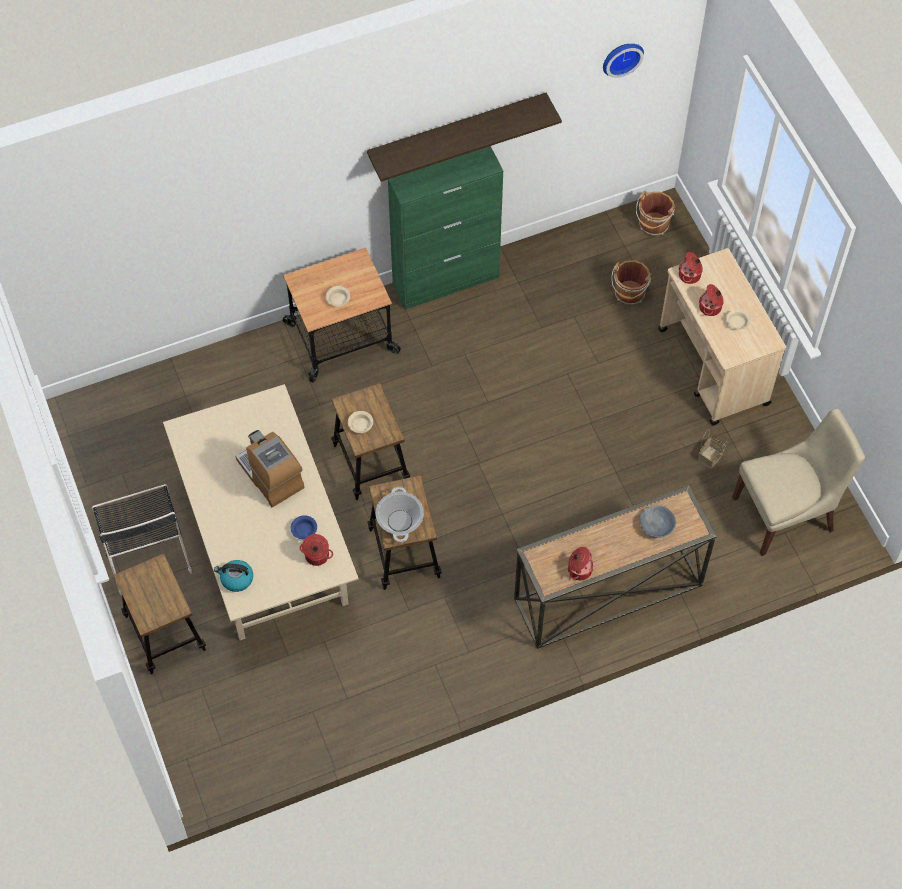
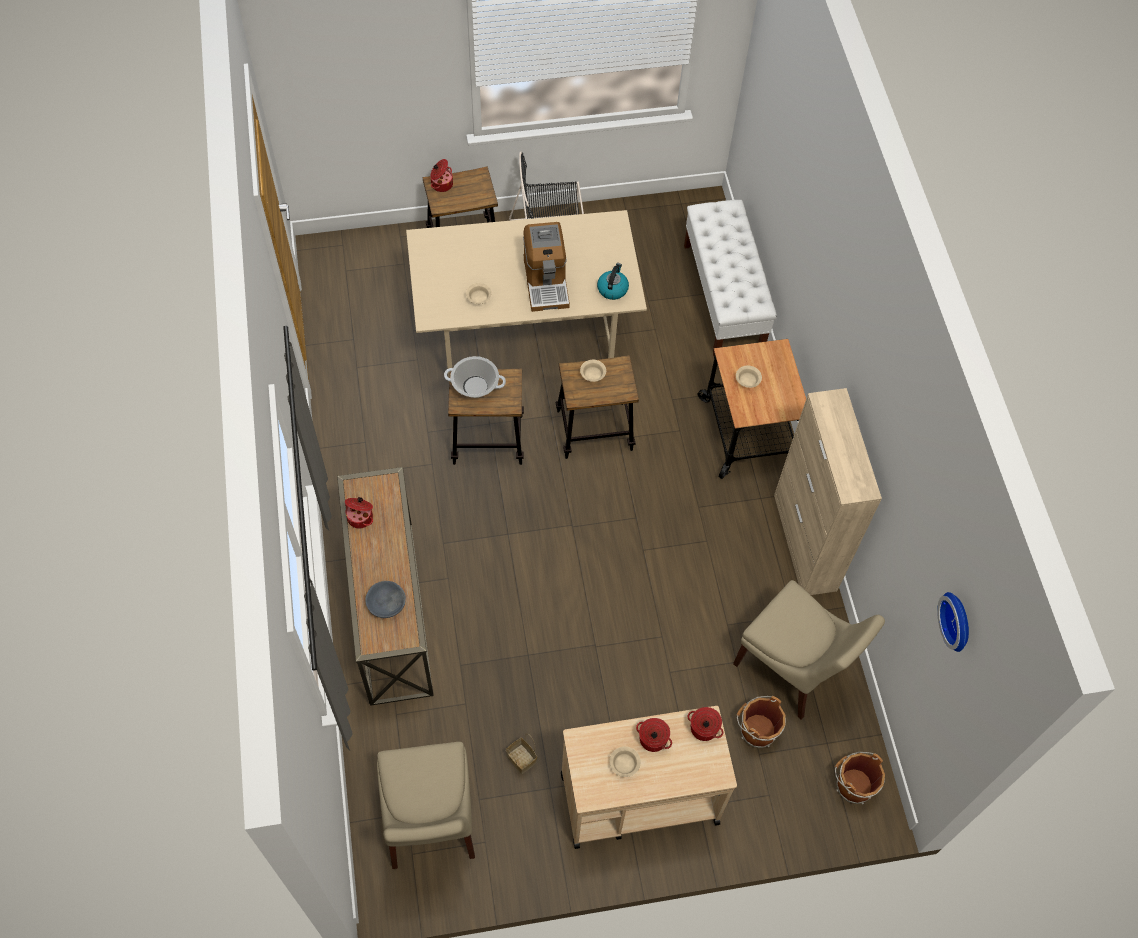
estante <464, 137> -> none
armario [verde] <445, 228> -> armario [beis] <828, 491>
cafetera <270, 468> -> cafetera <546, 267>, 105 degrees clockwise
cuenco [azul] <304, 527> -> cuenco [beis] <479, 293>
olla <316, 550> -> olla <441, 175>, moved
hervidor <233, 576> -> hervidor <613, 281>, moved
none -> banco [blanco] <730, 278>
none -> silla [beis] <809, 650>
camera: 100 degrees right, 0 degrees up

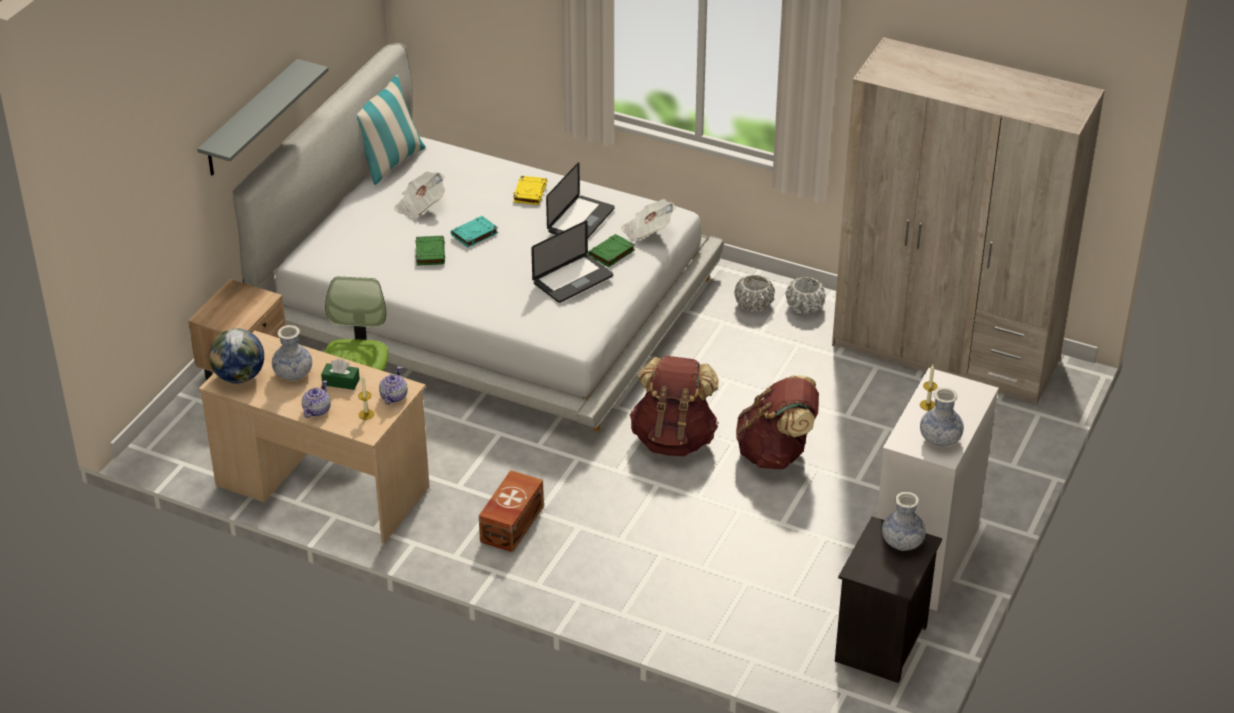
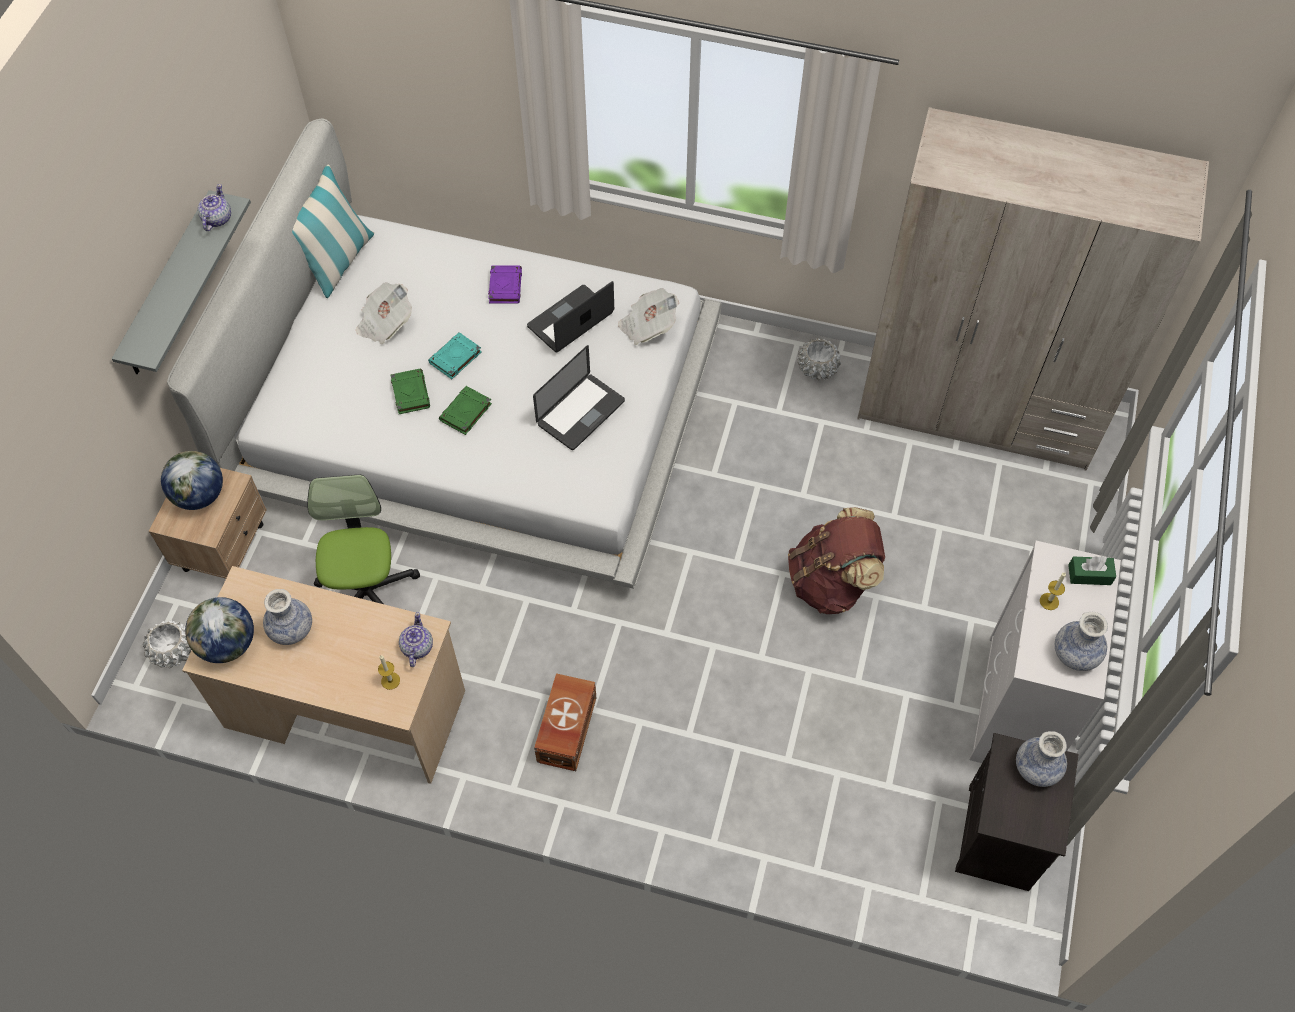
portátil <580, 200> -> portátil <570, 316>, 150 degrees counterclockwise
libro [amarillo] <530, 190> -> libro [morado] <505, 284>
libro [verde] <611, 250> -> libro [verde] <465, 410>, moved
maceta [blanco] <755, 293> -> maceta [blanco] <167, 644>, moved
mochila [marrón] <674, 406> -> none
caja de pañuelos [verde] <340, 374> -> caja de pañuelos [verde] <1092, 570>, moved
tetera <316, 399> -> tetera <214, 207>, moved
none -> globo terráqueo <192, 480>
camera: 10 degrees left, 20 degrees up

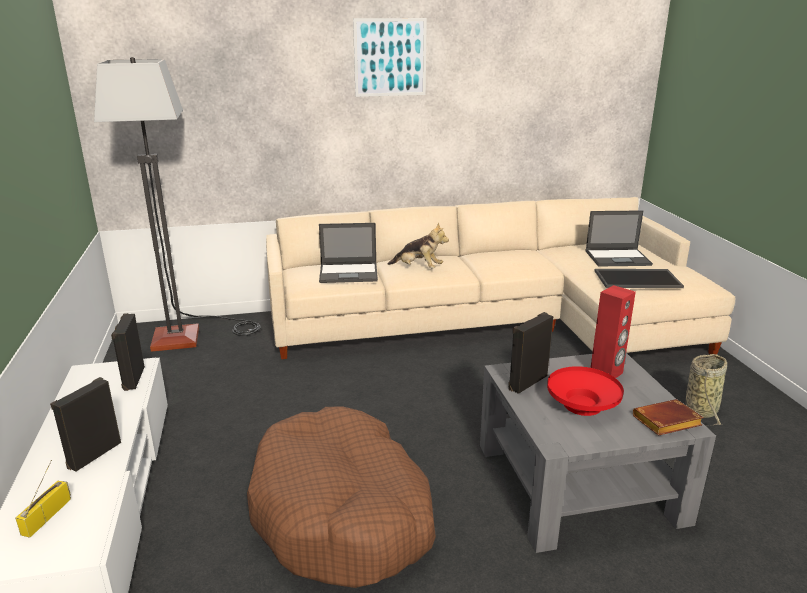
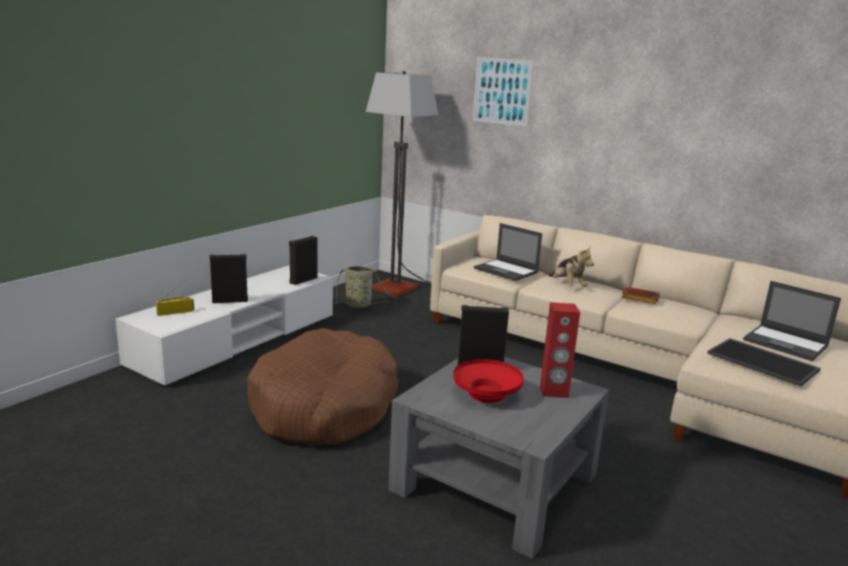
cuadro <390, 57> -> cuadro <503, 92>, moved
cesta <706, 390> -> cesta <365, 287>, moved
libro [marrón] <668, 417> -> libro [marrón] <640, 295>, moved
camera: 45 degrees right, 5 degrees down

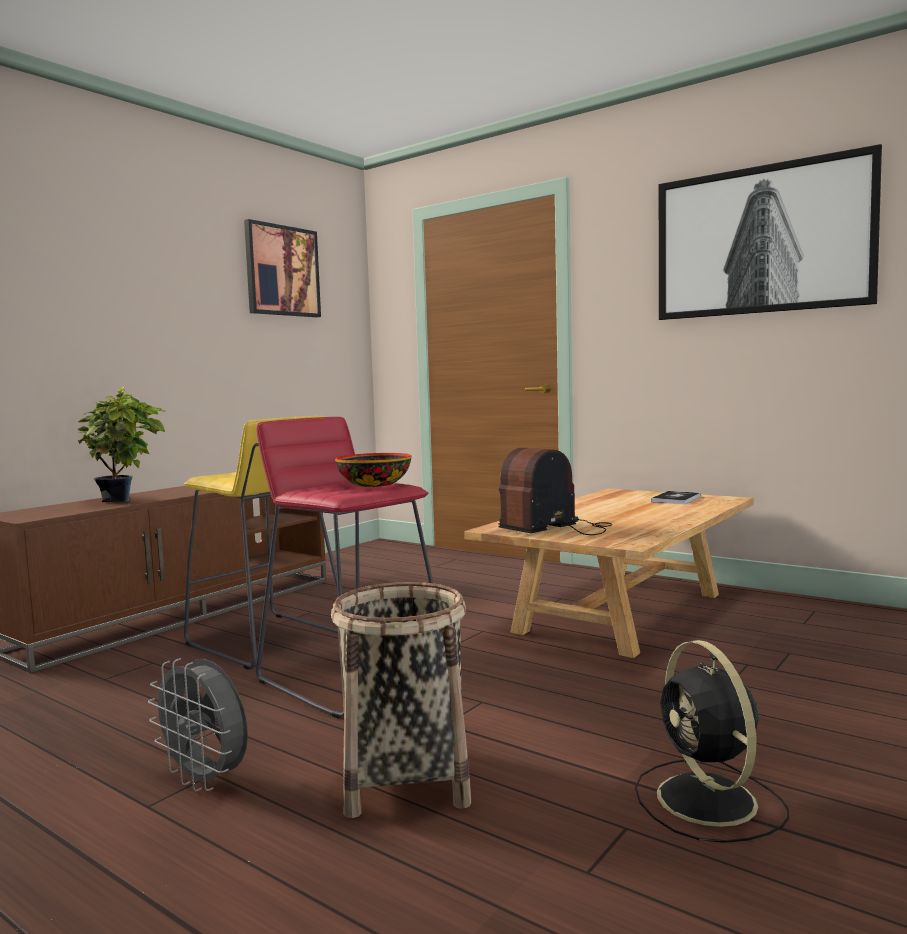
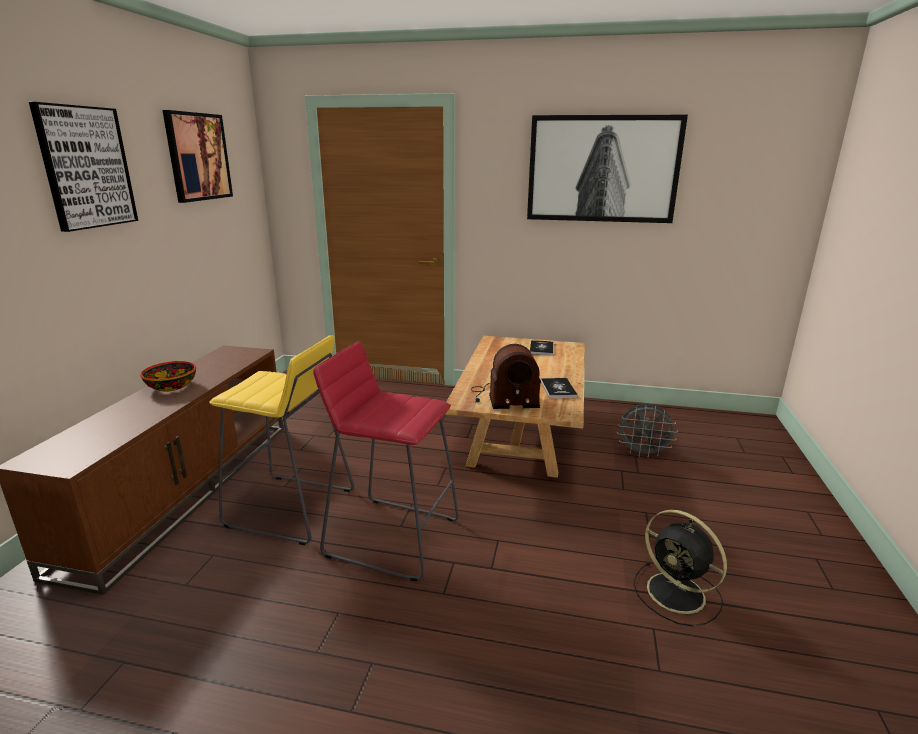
planta en maceta <121, 444> -> none
radio <555, 491> -> radio <506, 376>, 120 degrees counterclockwise
cuenco <373, 470> -> cuenco <168, 376>, moved
cesta <401, 700> -> none
ventilador [gris] <198, 724> -> ventilador [gris] <647, 431>, moved
none -> cuadro <83, 167>
none -> libro <559, 388>
camera: 25 degrees left, 15 degrees up

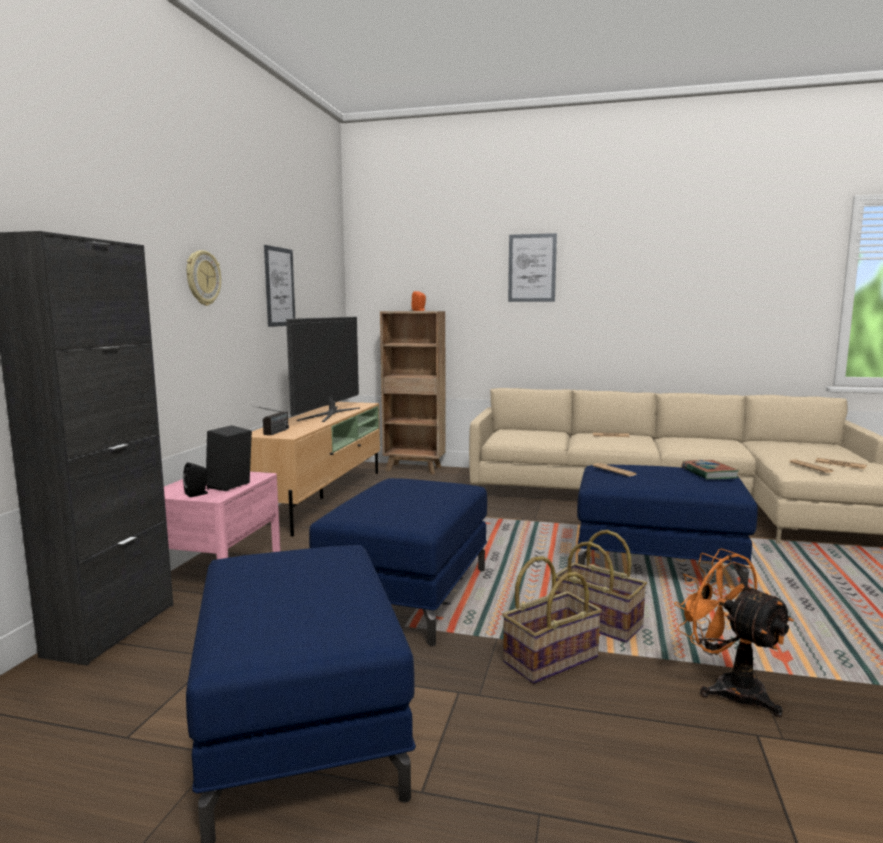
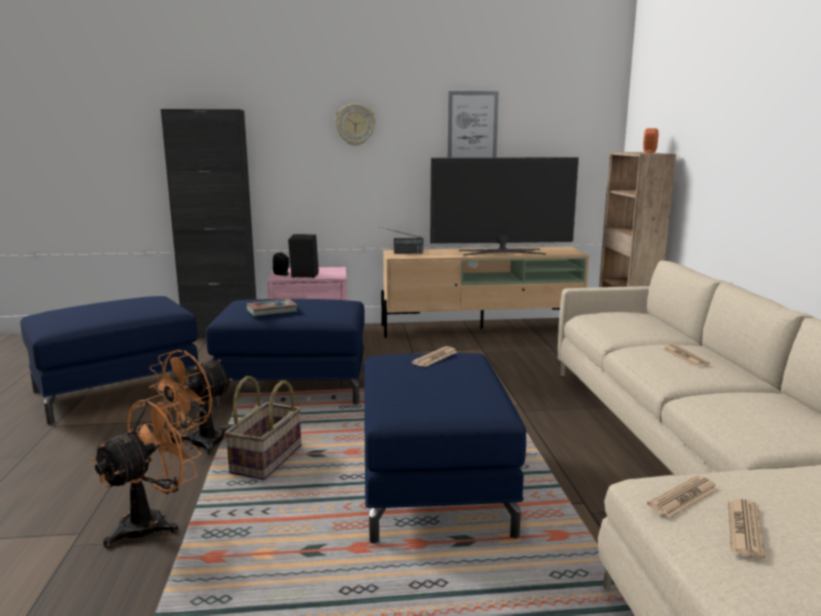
cuadro <532, 267> -> none
libro <710, 470> -> libro <272, 308>, moved
cesta <552, 620> -> ventilador [naranja] <190, 402>
camera: 70 degrees right, 5 degrees up

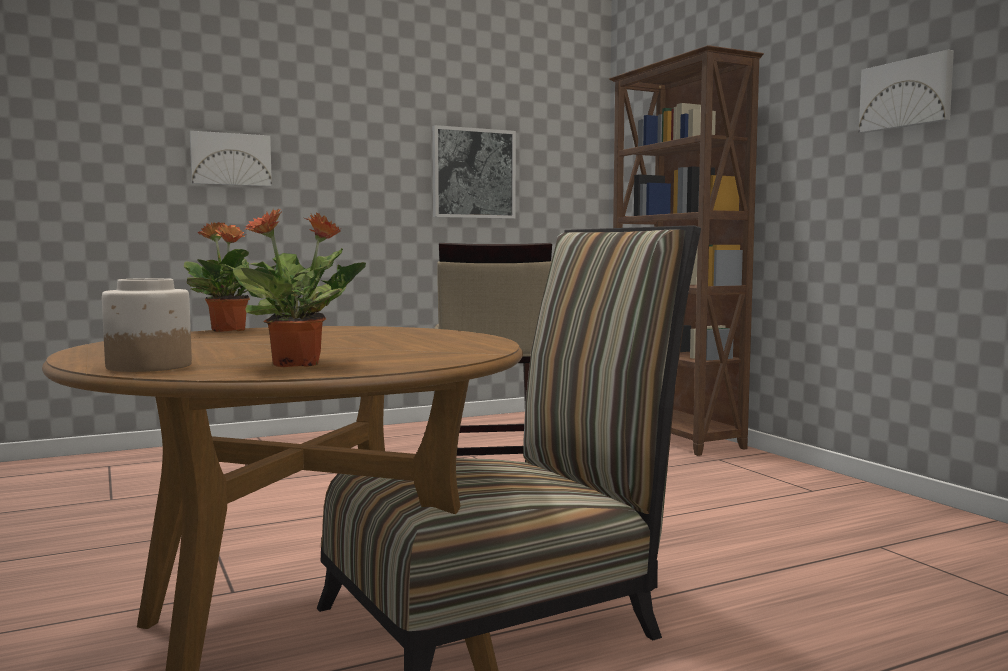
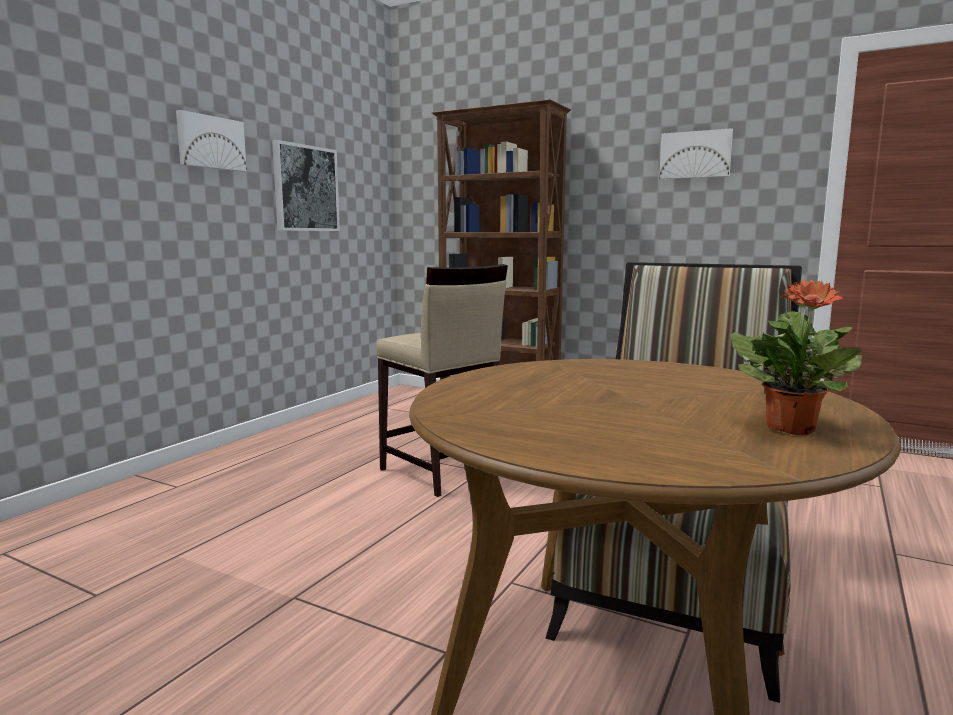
cuadro <231, 158> -> cuadro <211, 141>, moved
planta en maceta <230, 277> -> none
tarro <147, 325> -> none
camera: 35 degrees left, 5 degrees up

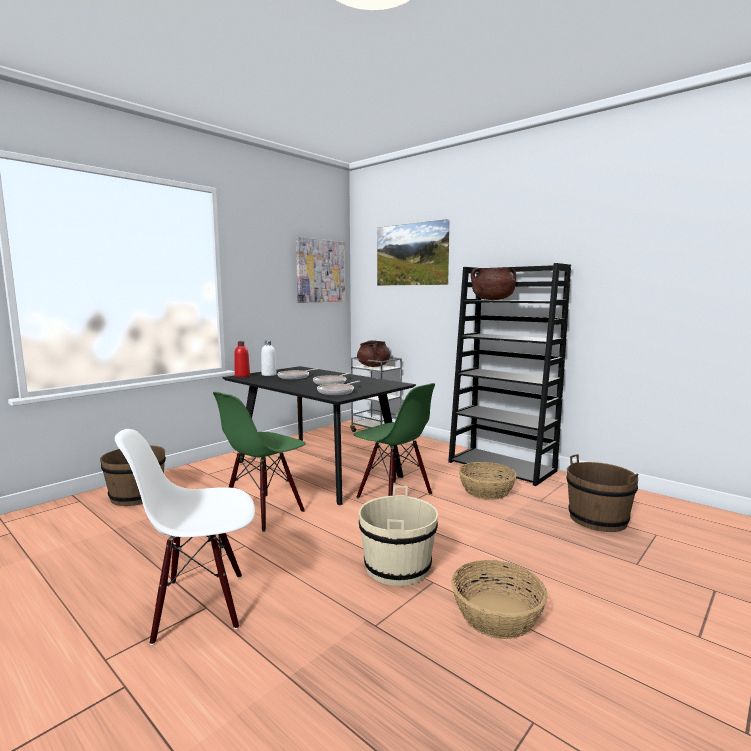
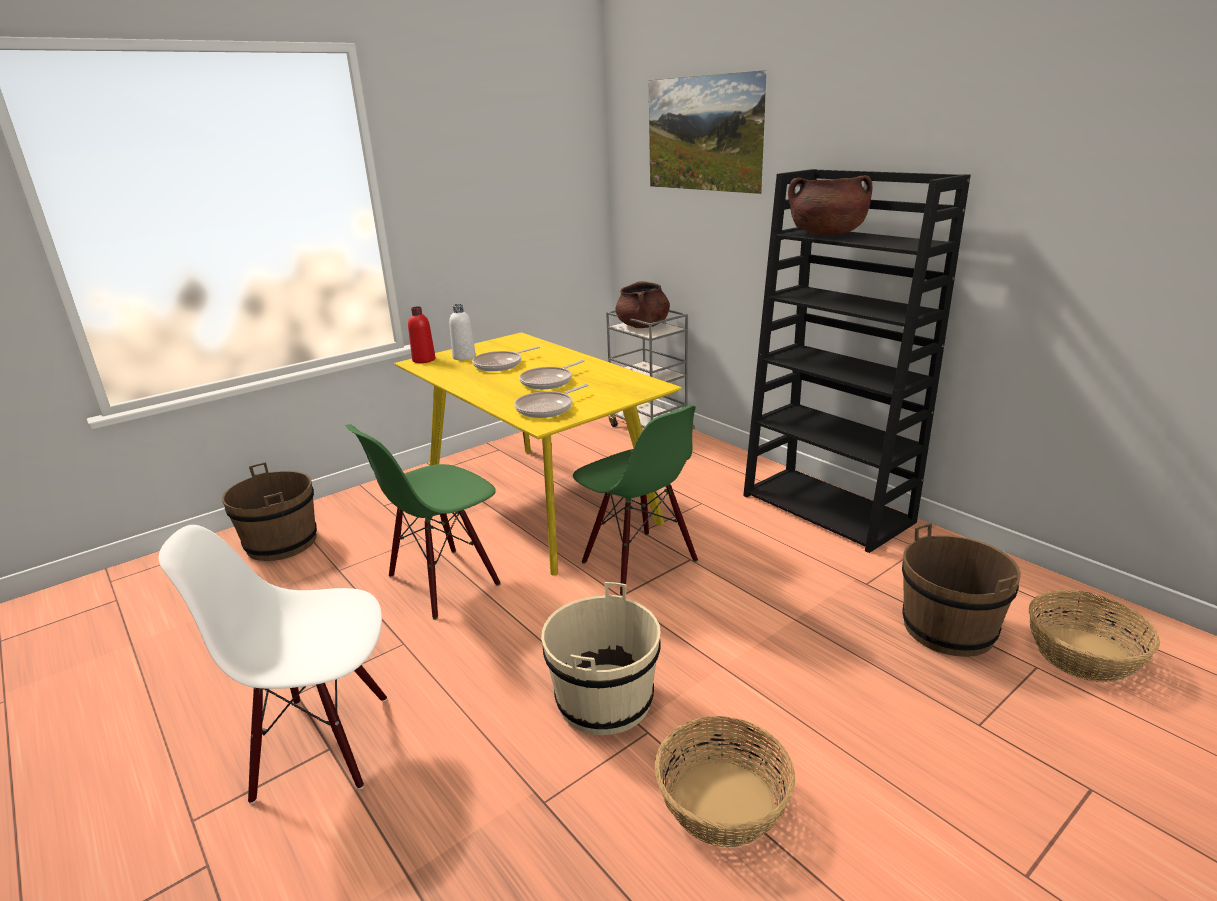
cuadro <320, 270> -> none
mesa de comedor [negro] <319, 435> -> mesa de comedor [amarillo] <538, 454>
cesta <488, 481> -> cesta <1094, 636>, moved
camera: 10 degrees right, 15 degrees up

